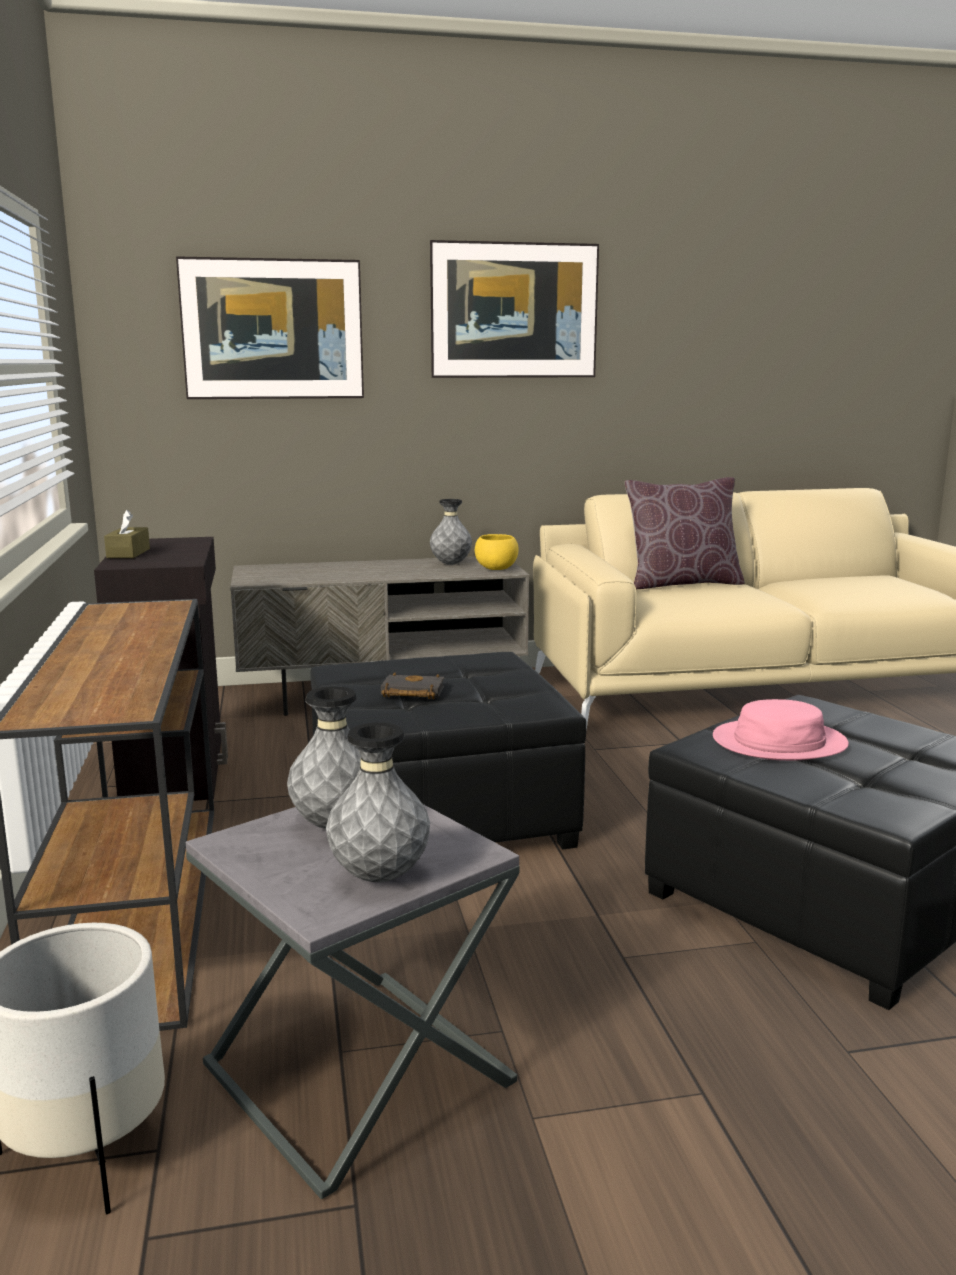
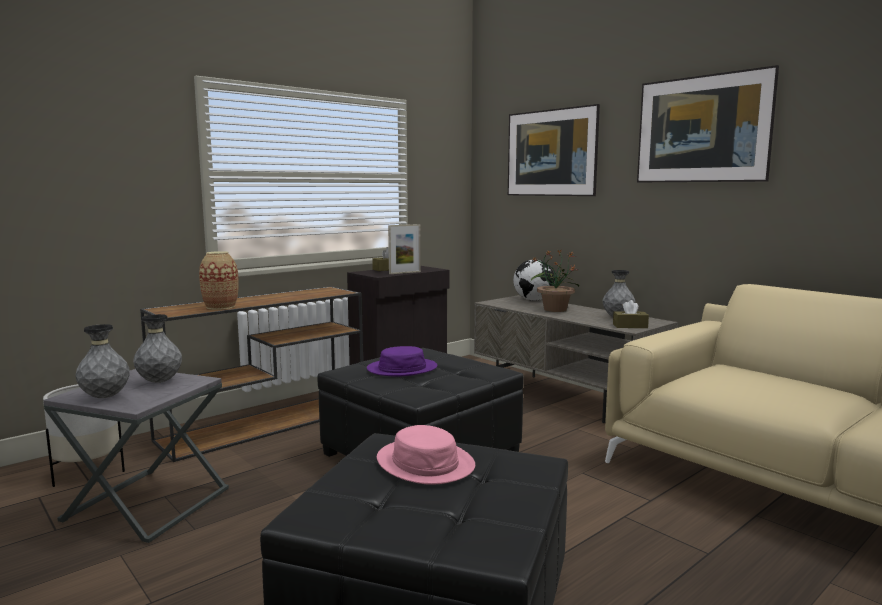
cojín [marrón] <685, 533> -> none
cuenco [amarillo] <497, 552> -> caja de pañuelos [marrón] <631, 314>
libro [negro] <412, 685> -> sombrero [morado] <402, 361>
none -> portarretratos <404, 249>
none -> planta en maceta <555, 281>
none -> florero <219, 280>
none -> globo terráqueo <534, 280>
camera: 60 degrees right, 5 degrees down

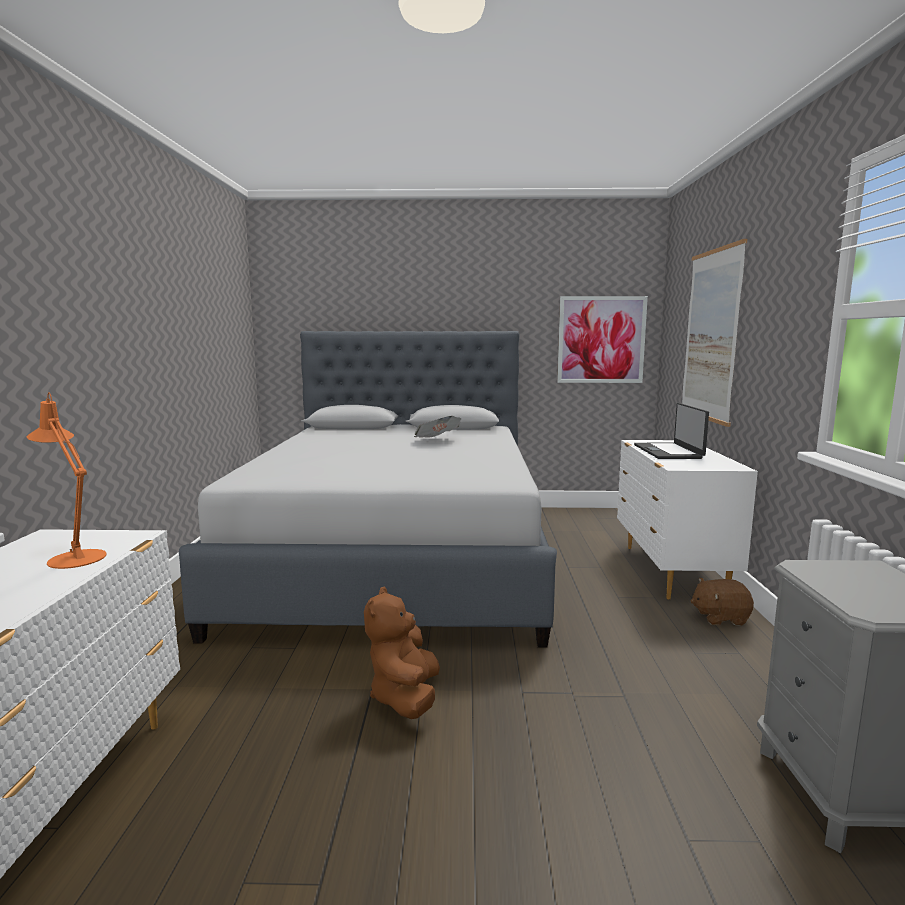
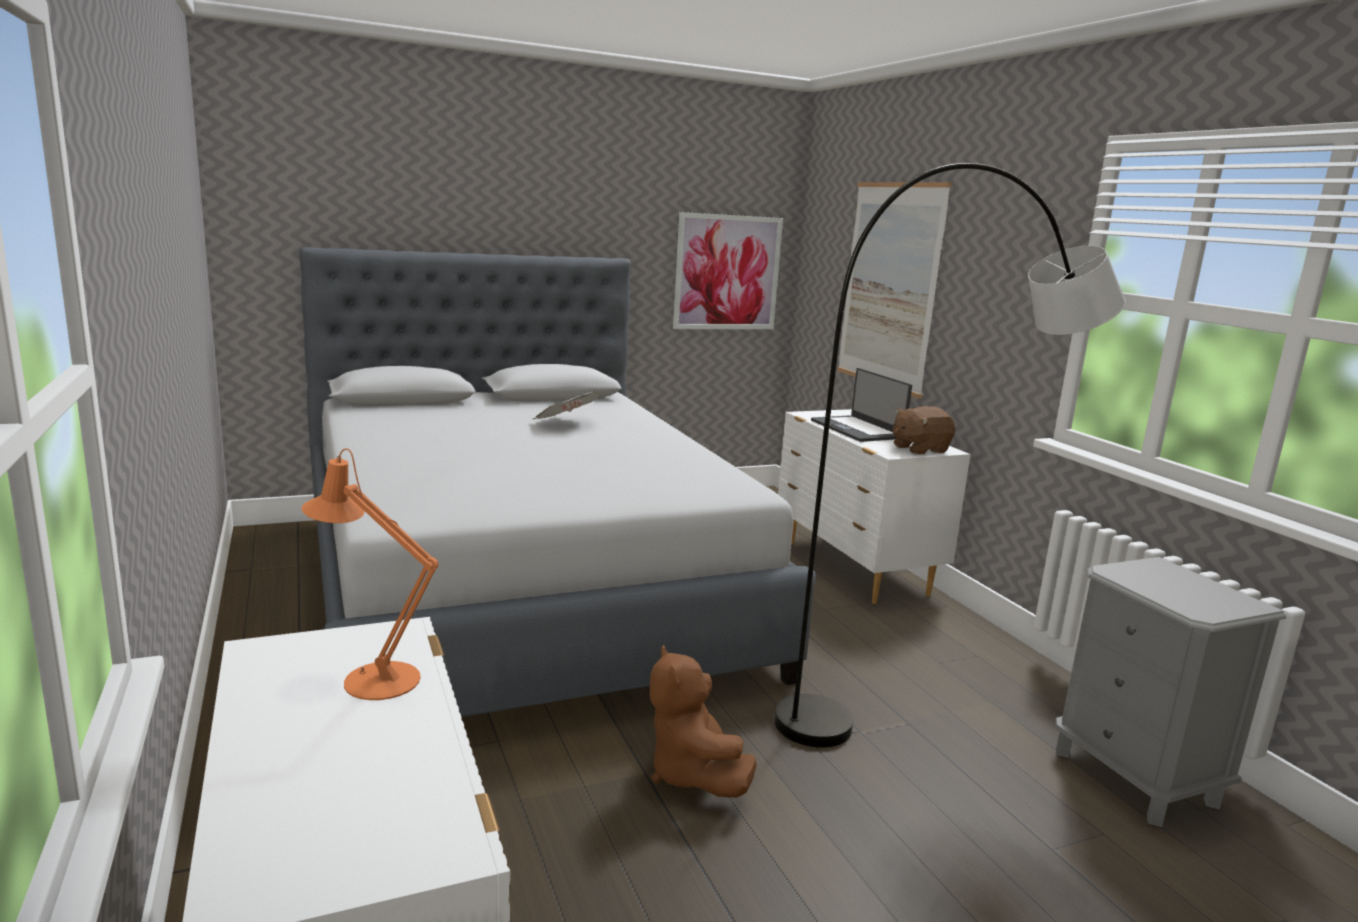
peluche [marrón] <722, 602> -> peluche [marrón] <924, 430>, moved
none -> lámpara de pie [gris] <950, 455>
camera: 25 degrees left, 5 degrees up

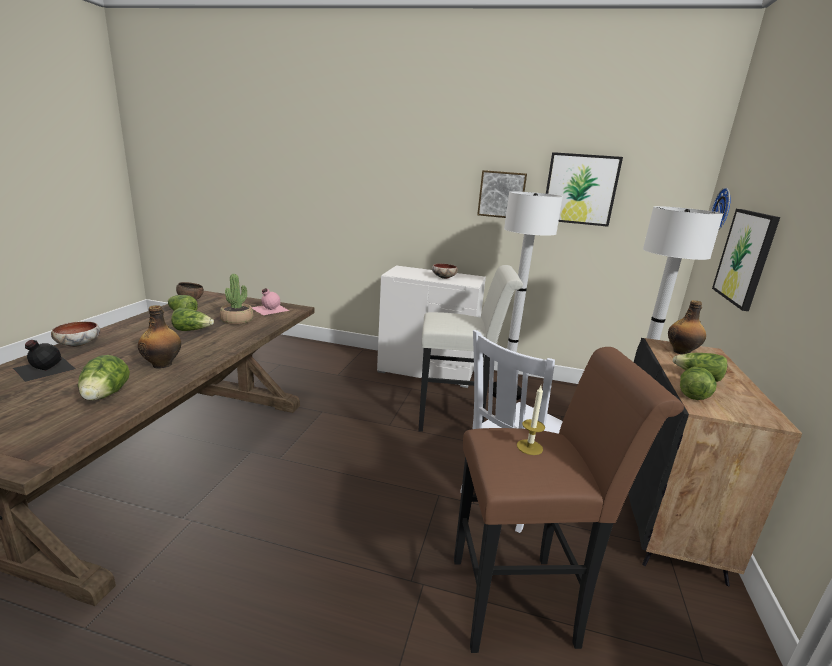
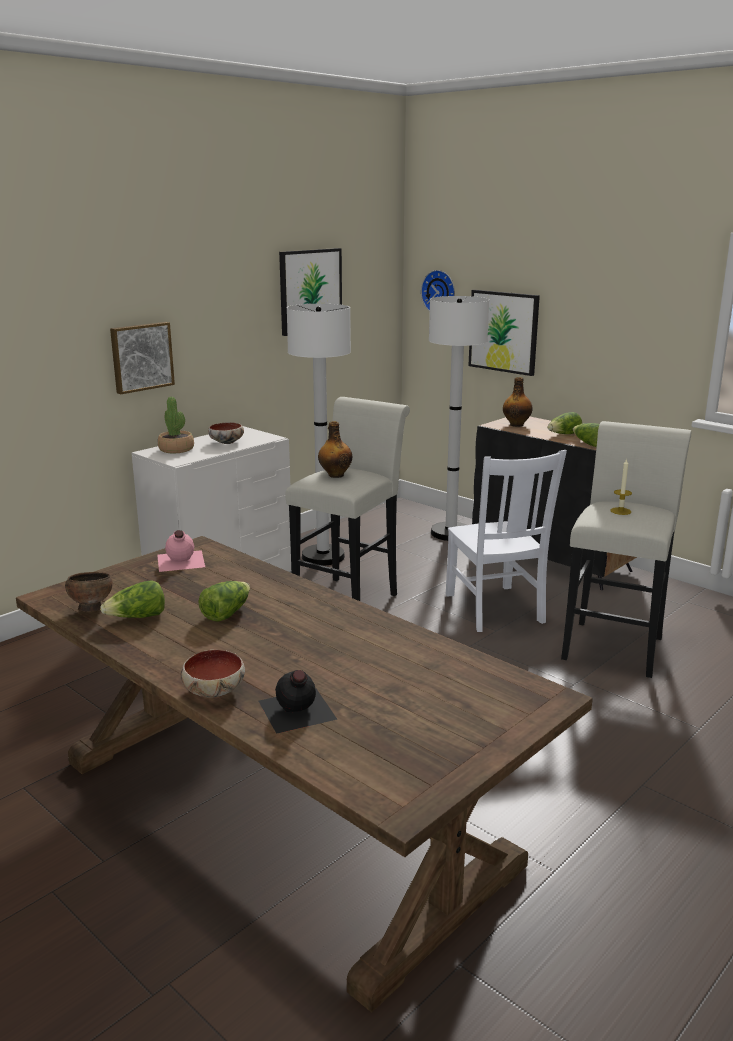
cuadro <502, 194> -> cuadro <142, 358>, moved
planta en maceta <236, 299> -> planta en maceta <176, 425>, moved
botella <159, 336> -> botella <335, 449>, moved
taburete [marrón] <569, 500> -> taburete [blanco] <626, 549>
lechuga <104, 378> -> none
camera: 60 degrees left, 0 degrees up

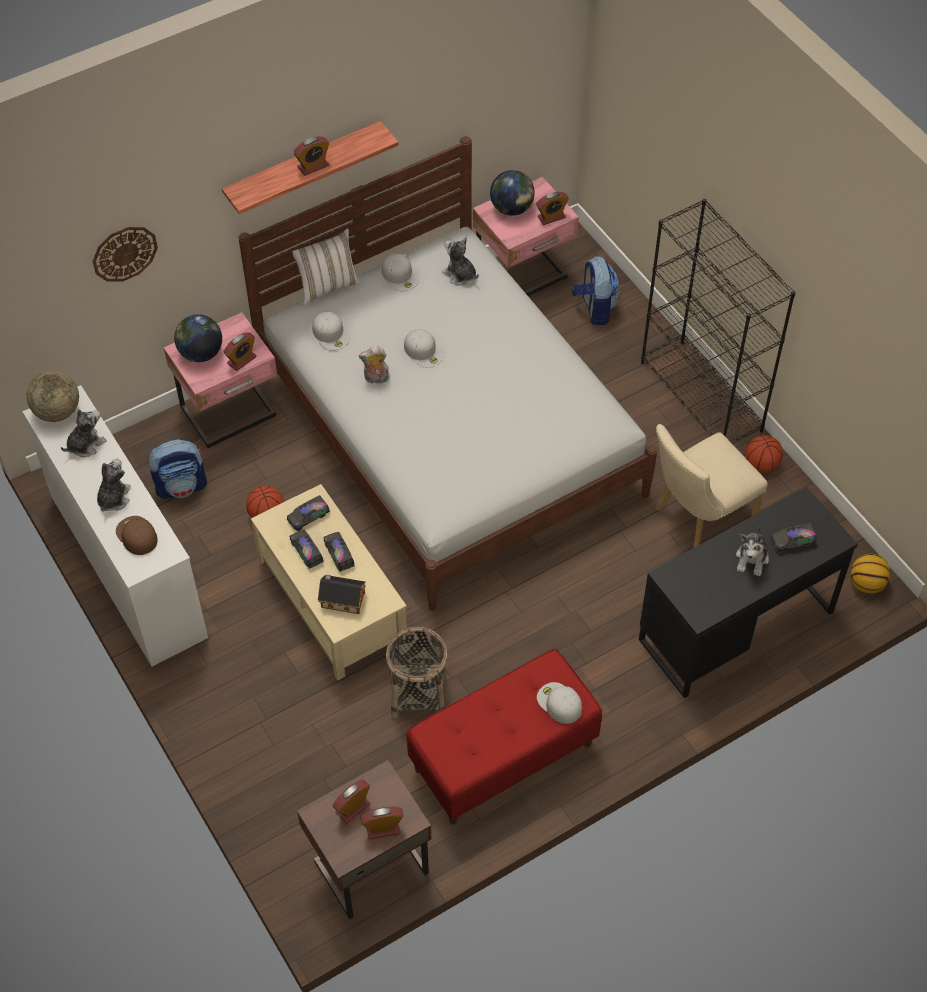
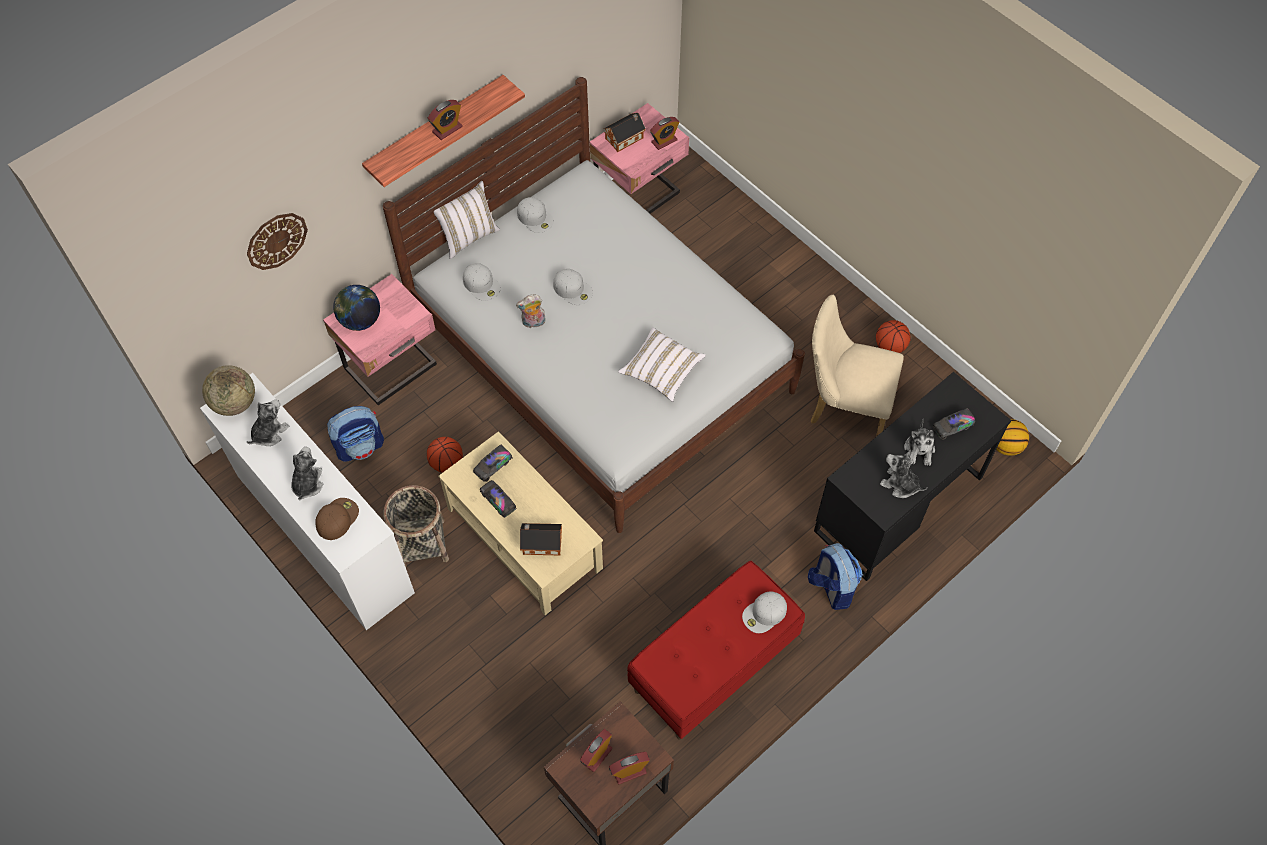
globo terráqueo <512, 193> -> casita <625, 132>
estantería [negro] <718, 321> -> none
peluche <460, 261> -> peluche <904, 474>, moved
mochila <596, 290> -> mochila <835, 576>, moved
despertador <240, 351> -> none
silla [beis] <712, 486> -> silla [beis] <857, 366>, 60 degrees clockwise
gorra [marrón] <137, 535> -> gorra [marrón] <337, 519>, 75 degrees clockwise
camión de juguete <339, 552> -> none
cesta <417, 672> -> cesta <416, 526>, moved
gorra [blanco] <559, 703> -> gorra [blanco] <764, 612>, 75 degrees counterclockwise
none -> cojín [blanco] <662, 364>
camera: 10 degrees left, 5 degrees up

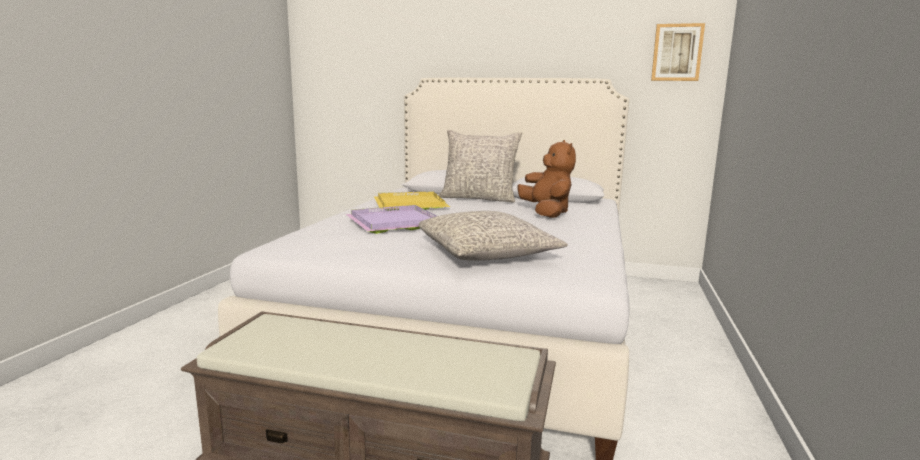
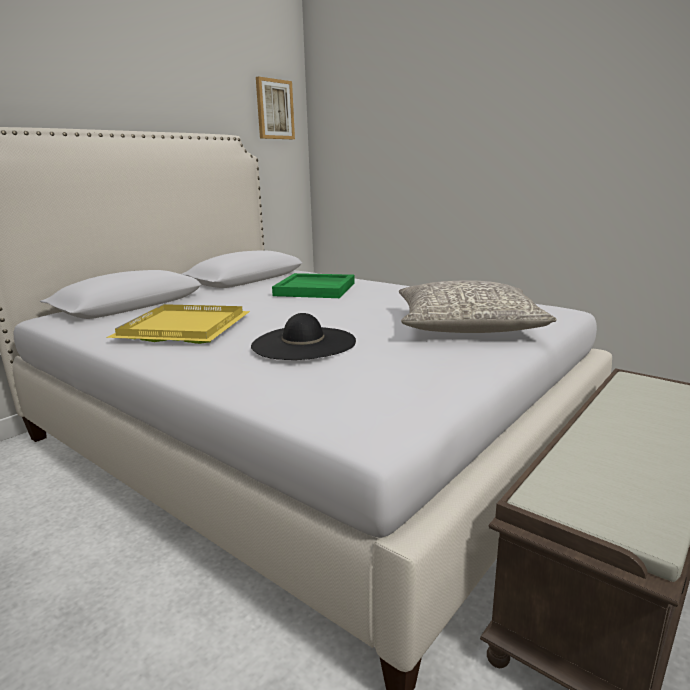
cojín [gris] <480, 166> -> none
peluche [marrón] <547, 179> -> bandeja [verde] <313, 285>
bandeja [morado] <391, 219> -> sombrero [negro] <303, 336>
camera: 65 degrees left, 5 degrees up

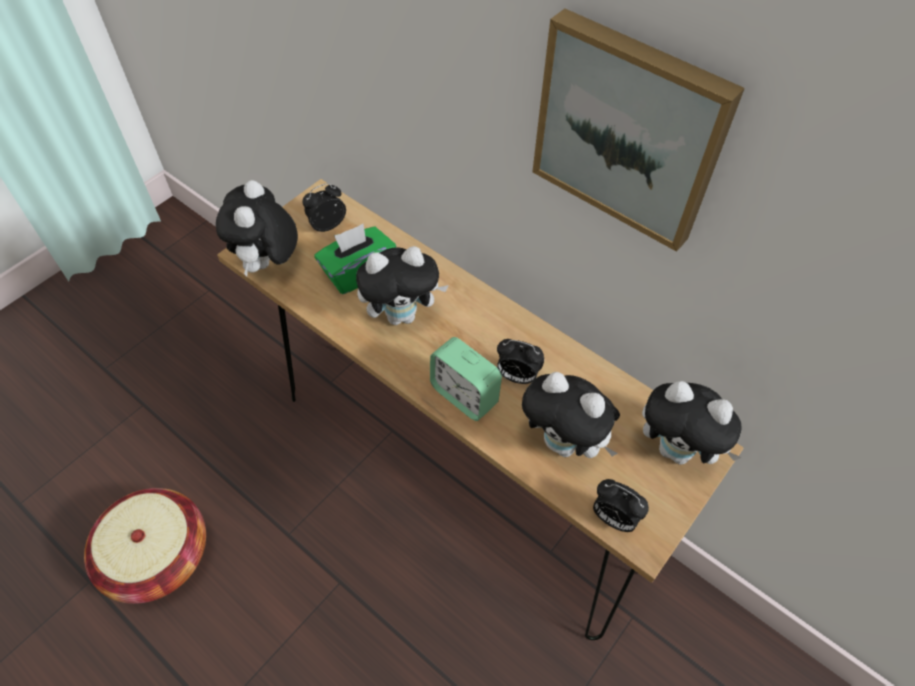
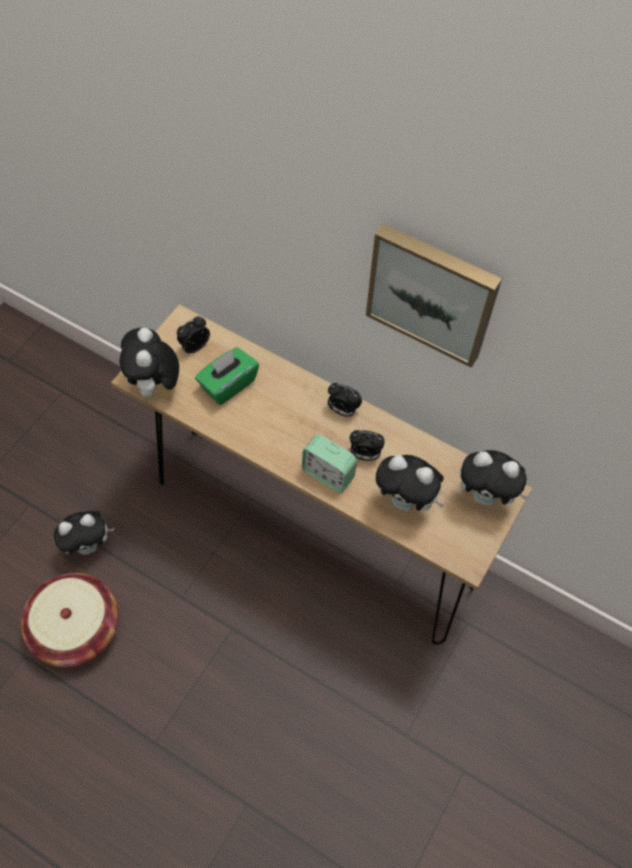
peluche <402, 285> -> peluche <84, 533>, moved
despertador <621, 505> -> despertador <345, 400>, moved
camera: 10 degrees left, 5 degrees up

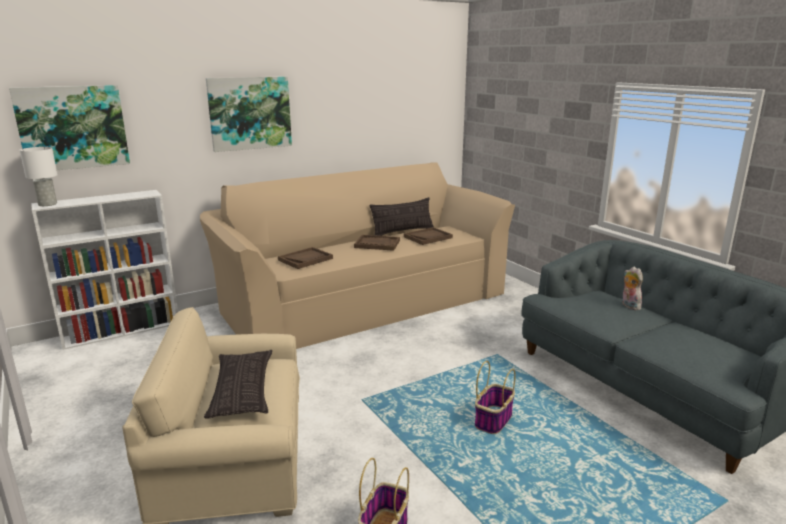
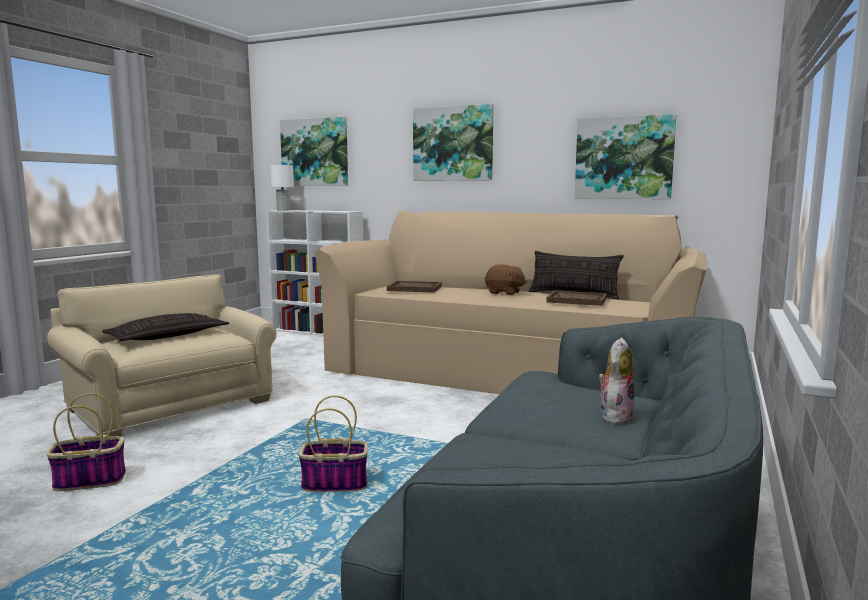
bandeja [marrón] <377, 243> -> peluche [marrón] <506, 279>
none -> cuadro <625, 156>
camera: 55 degrees right, 10 degrees down

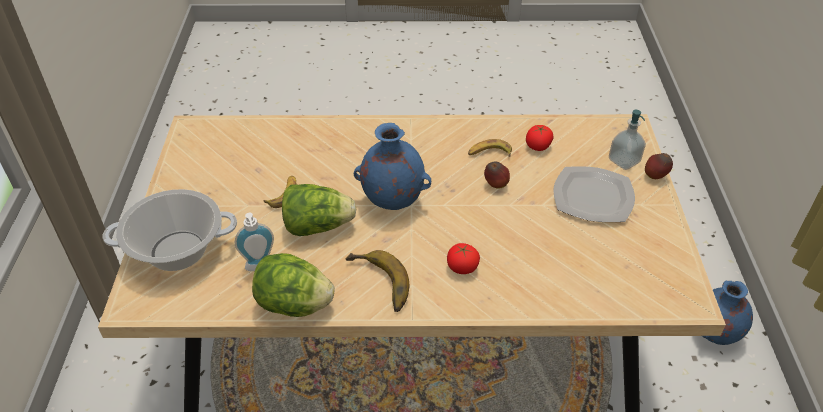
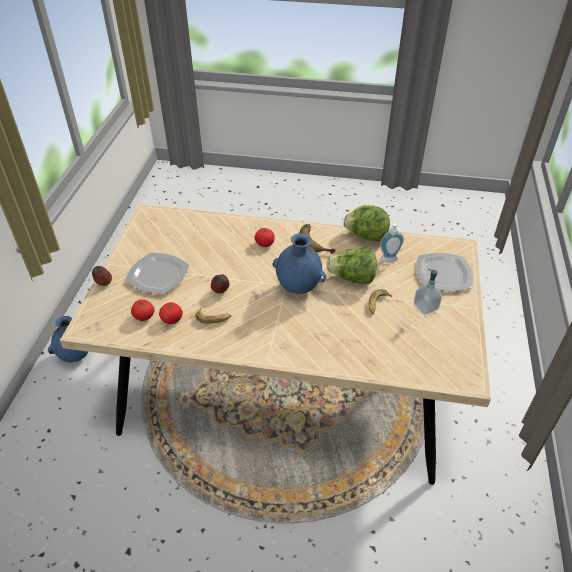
dispensador de jabón <627, 140> -> dispensador de jabón <428, 292>, moved
olla <170, 230> -> plato <444, 272>
none -> tomate <143, 310>
camera: 170 degrees left, 0 degrees up

